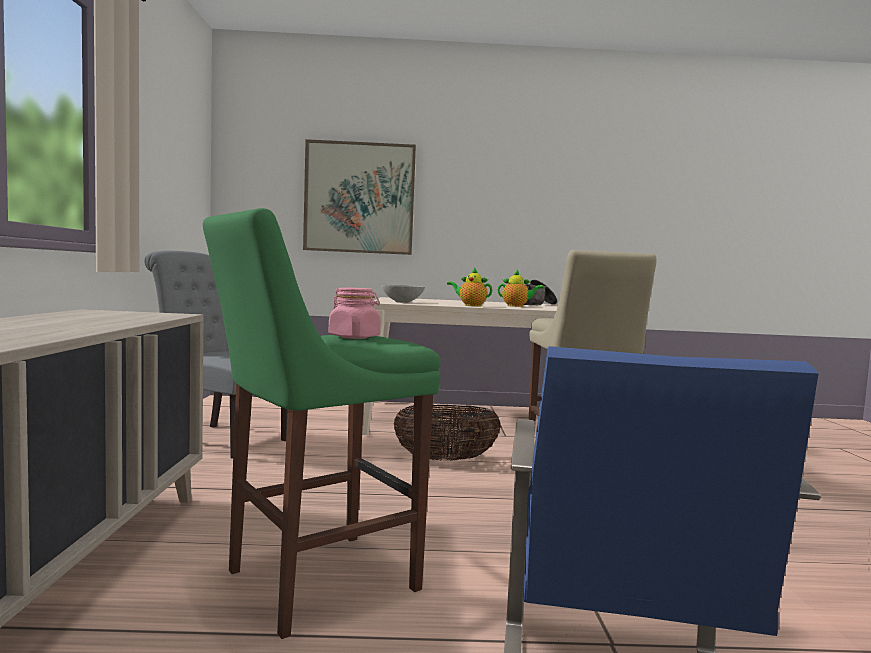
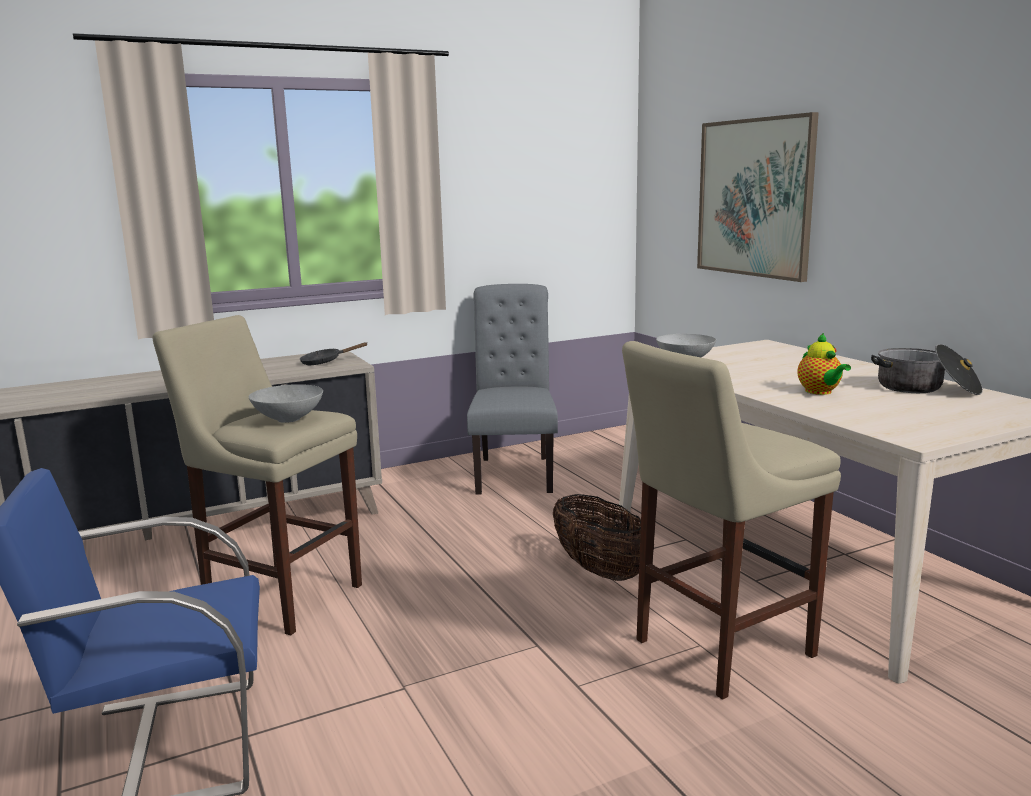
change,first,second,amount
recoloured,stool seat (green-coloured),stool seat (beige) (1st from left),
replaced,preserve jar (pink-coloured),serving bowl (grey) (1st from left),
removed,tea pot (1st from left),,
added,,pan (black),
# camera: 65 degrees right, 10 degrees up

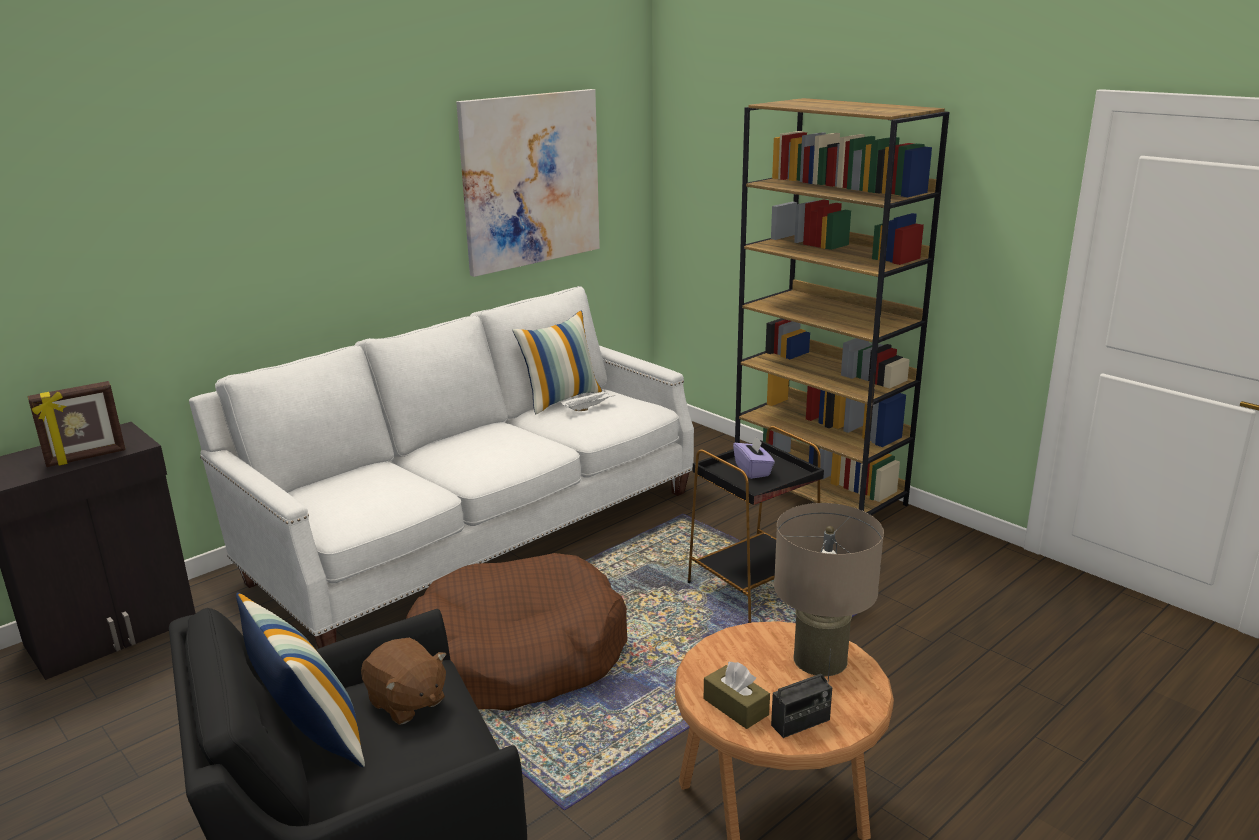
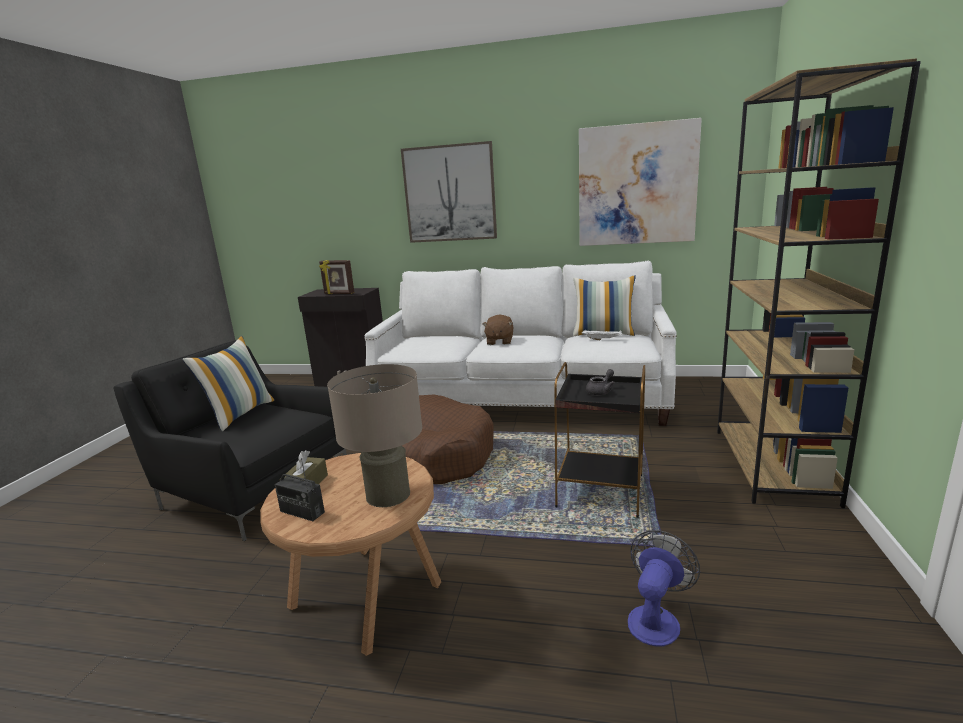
change,first,second,amount
moved,soft toy (brown-coloured),,
replaced,tissue box (purple-coloured),tea pot (grey),
added,,wall picture (1st from left),
added,,cooling fan,
# camera: 55 degrees right, 5 degrees down

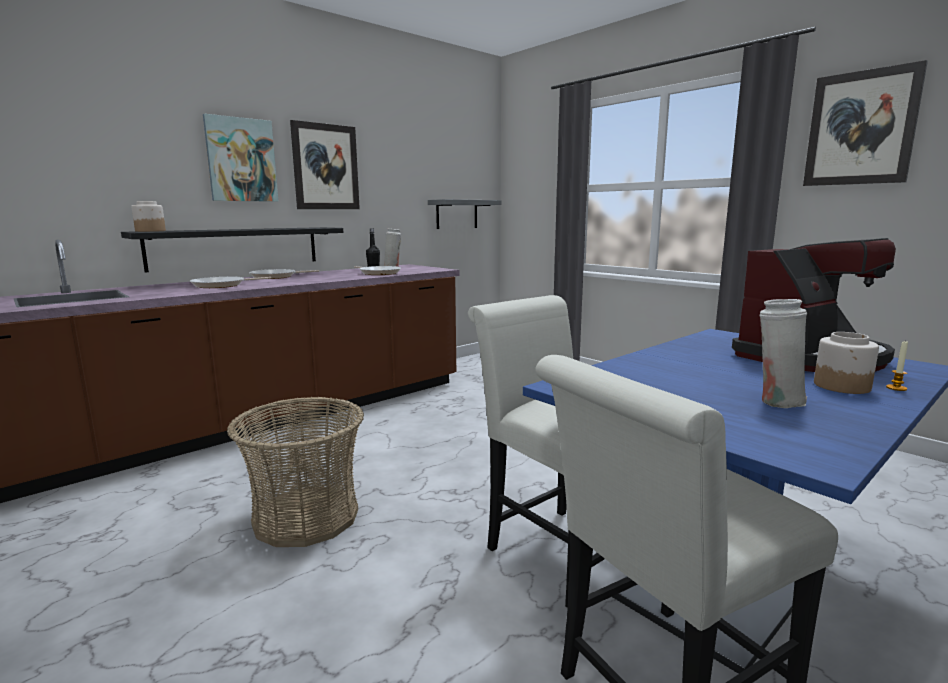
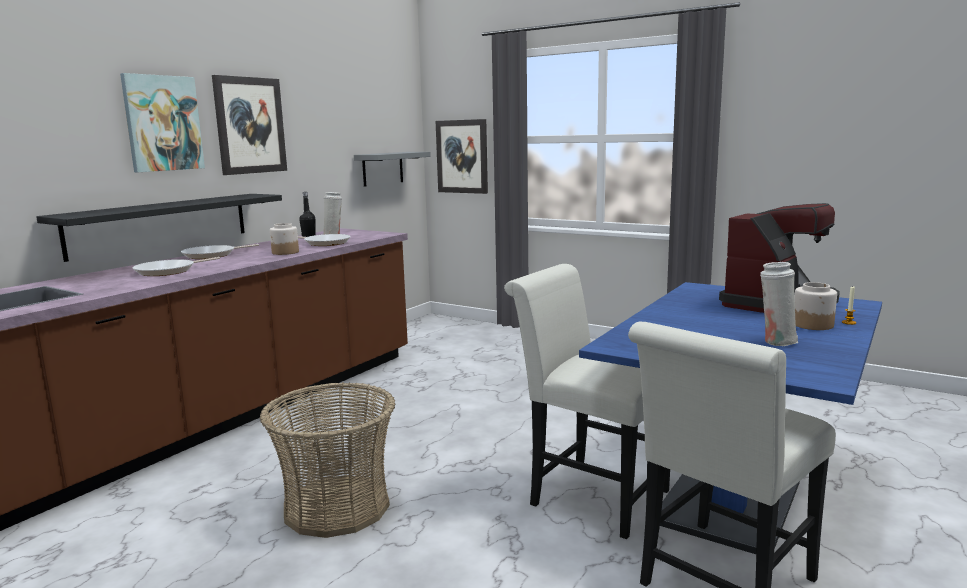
change,first,second,amount
moved,preserve jar (1st from left),,
moved,wall picture (3rd from left),,
# camera: 15 degrees left, 0 degrees up

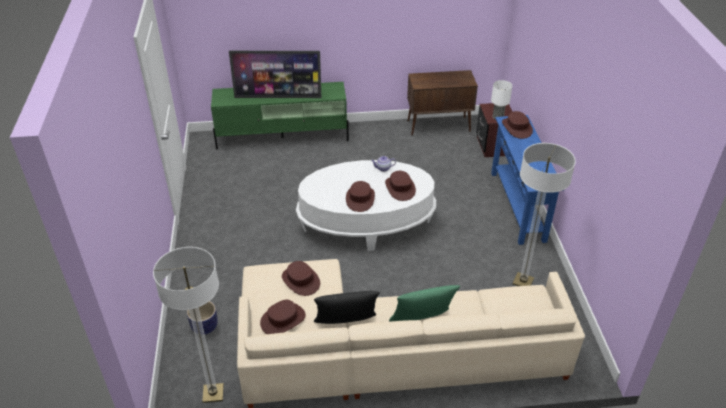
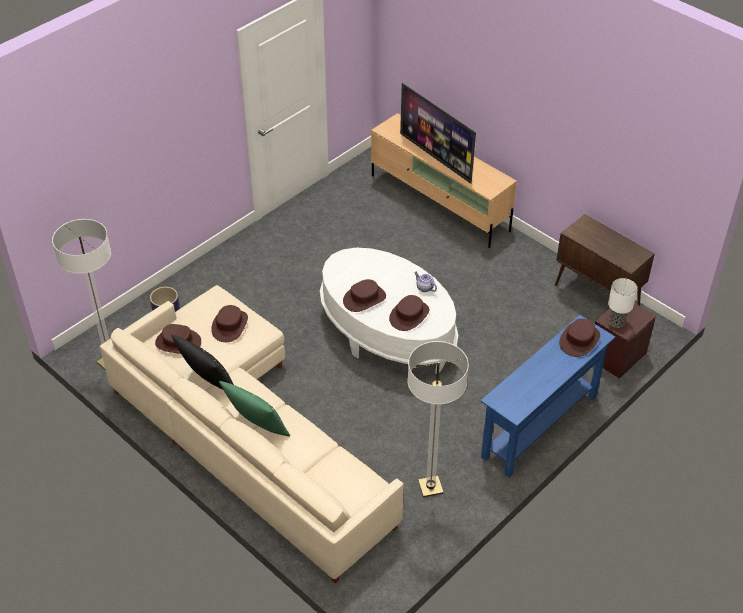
change,first,second,amount
recoloured,media console (green-coloured),media console (beige),
# camera: 50 degrees right, 5 degrees up

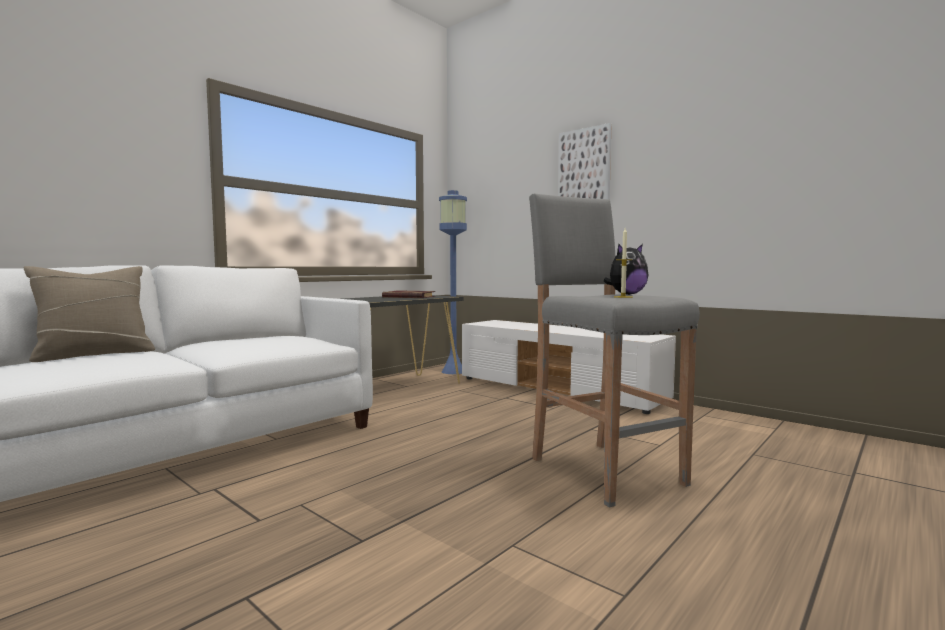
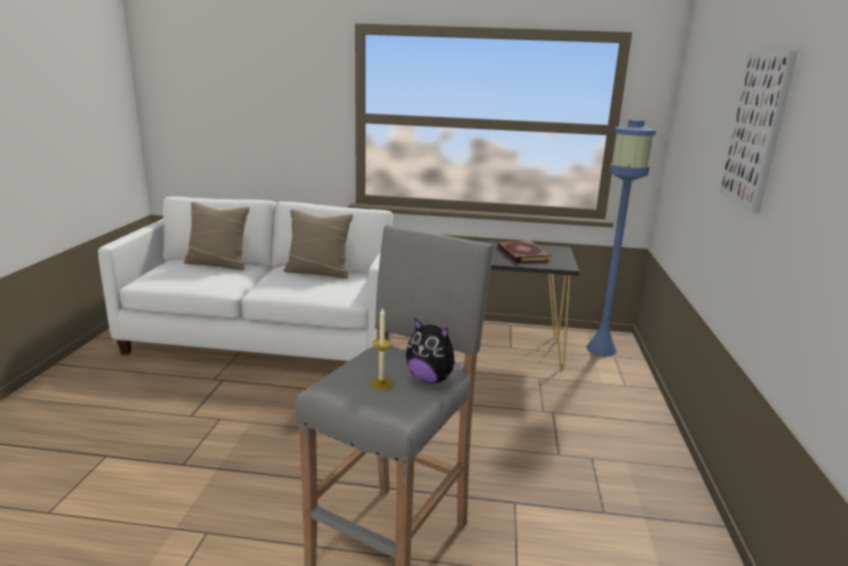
change,first,second,amount
removed,media console (white),,
added,,throw pillow (beige) (2nd from left),
# camera: 55 degrees right, 15 degrees up

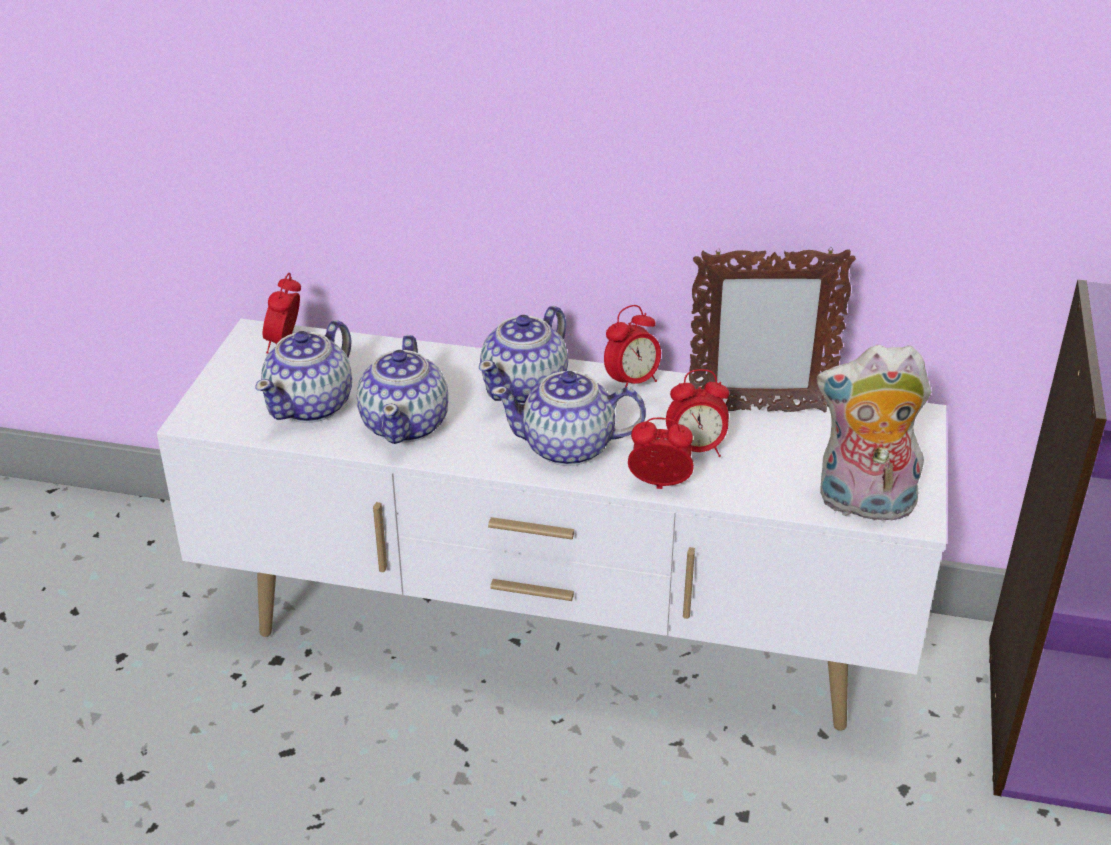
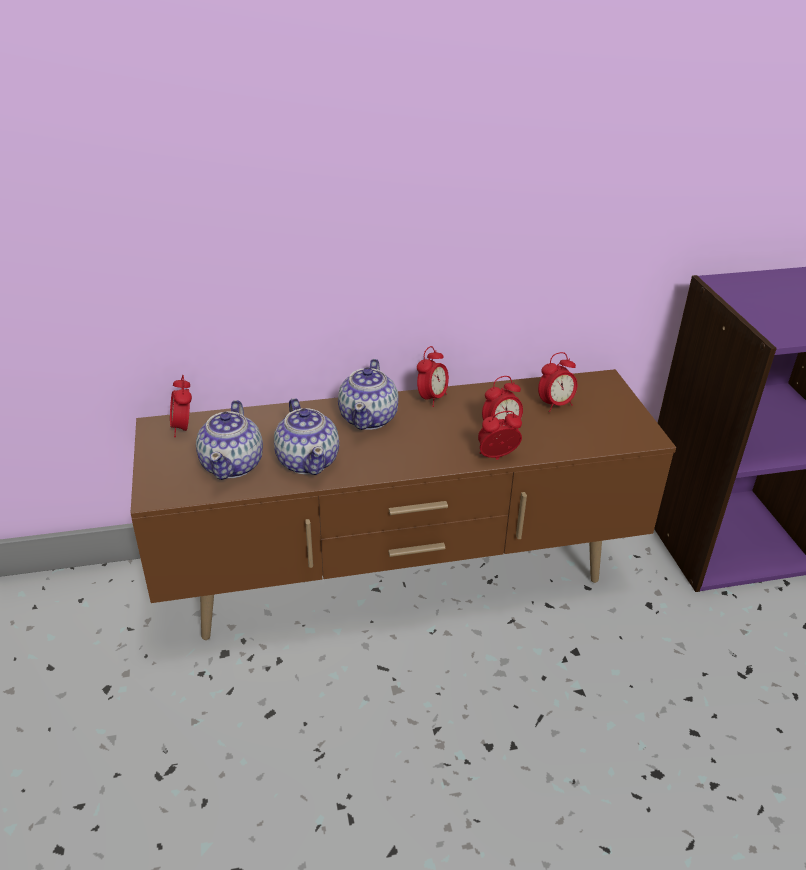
change,first,second,amount
recoloured,media console (white),media console (brown-coloured),
removed,tea pot (4th from left),,
removed,photo frame,,
removed,soft toy,,
added,,alarm clock (5th from left),
# camera: 25 degrees left, 0 degrees up

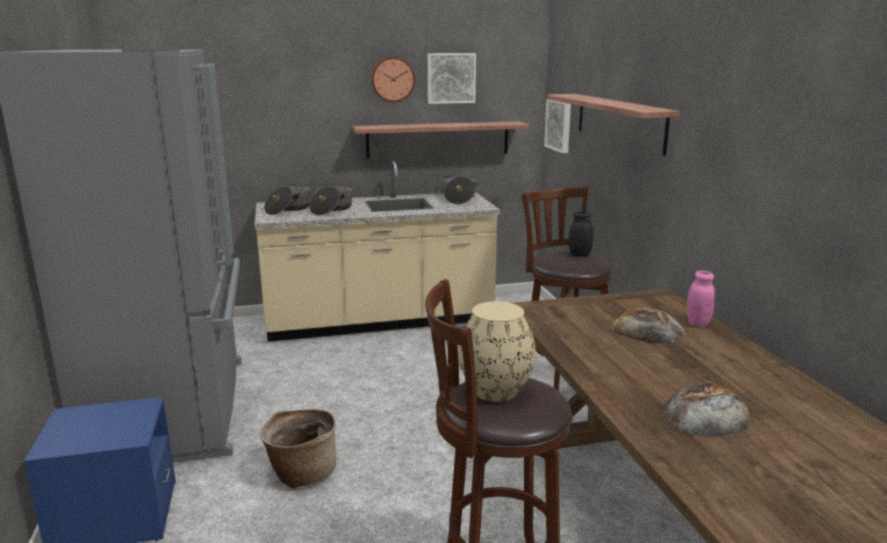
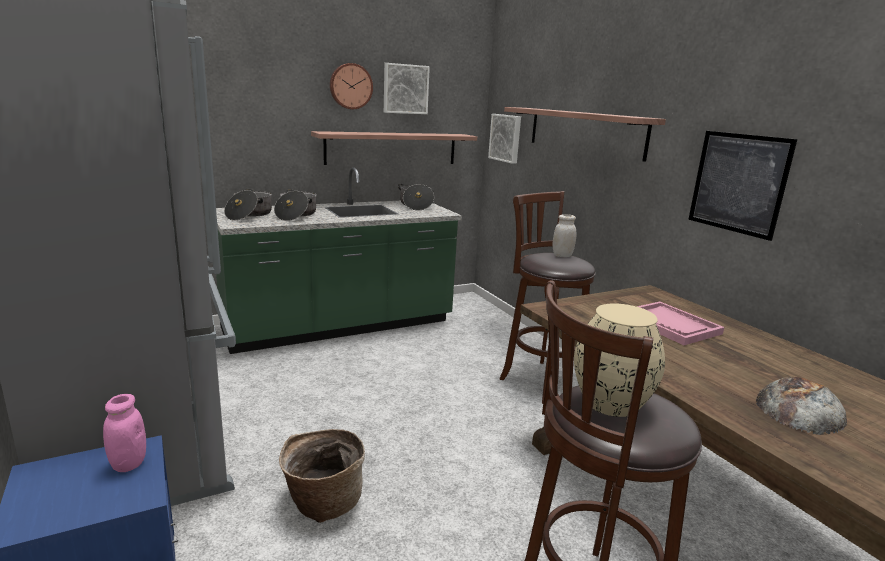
change,first,second,amount
recoloured,kitchen base unit (beige),kitchen base unit (green-coloured),
recoloured,preserve jar (black),preserve jar (white),
replaced,baked bread (1st from left),tray (pink-coloured),
moved,preserve jar (pink-coloured),,
added,,wall picture (3rd from left),
# camera: 15 degrees left, 0 degrees up

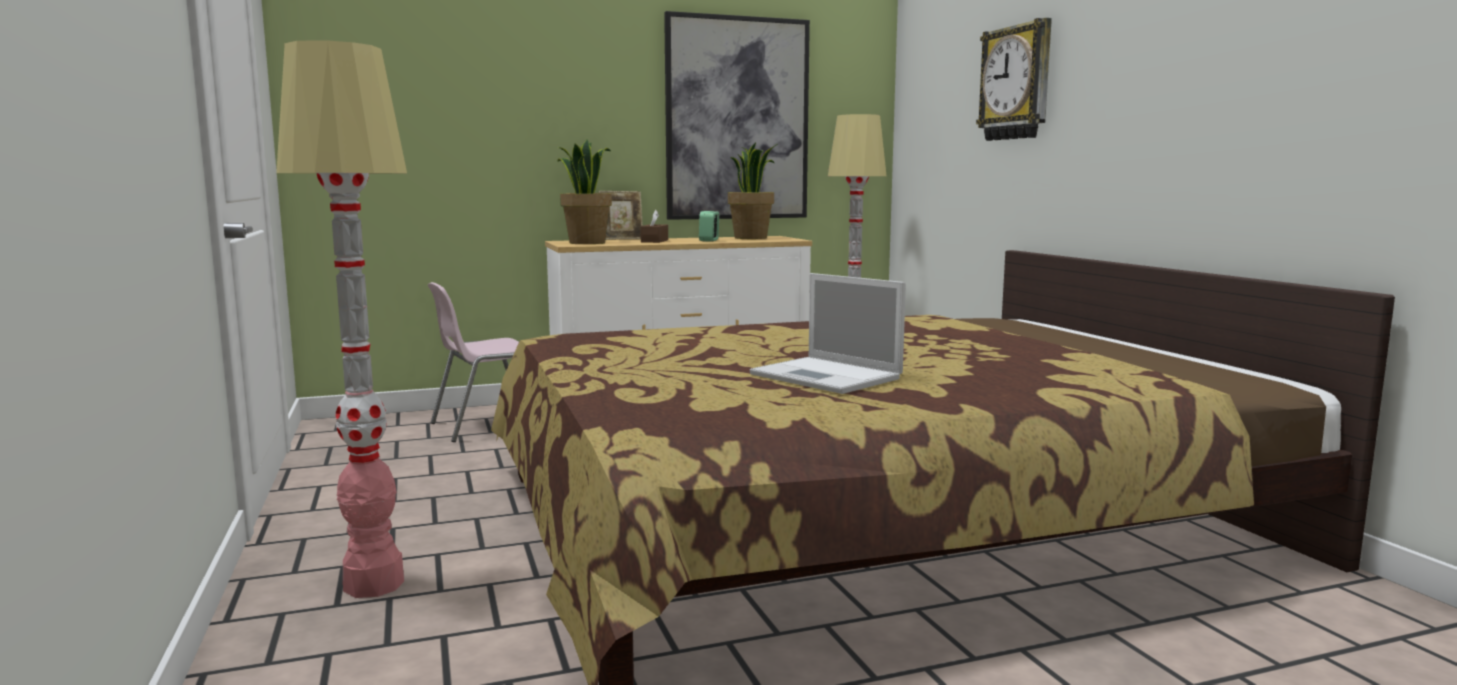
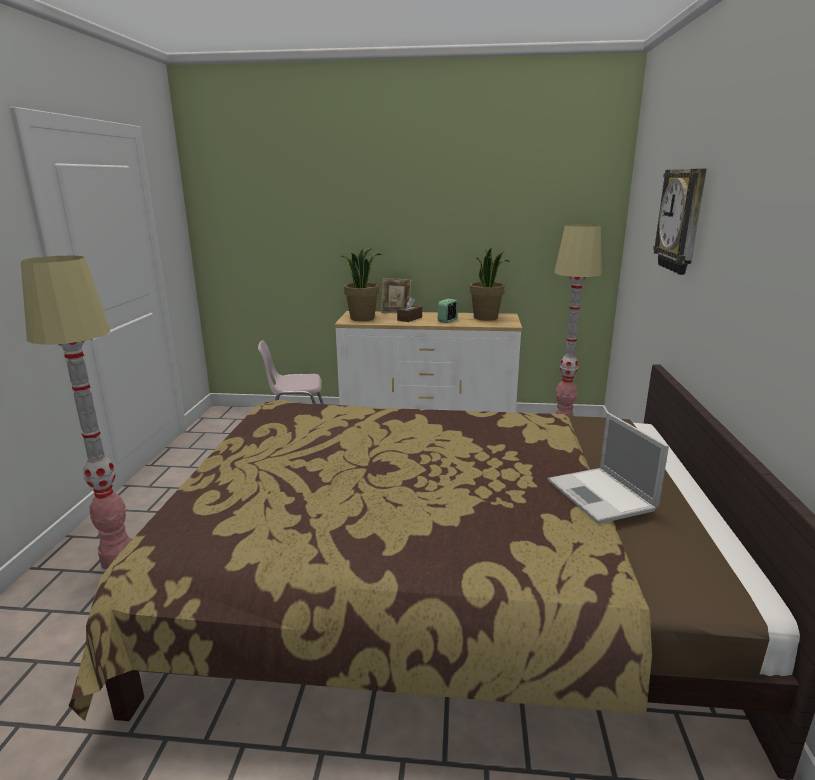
change,first,second,amount
removed,wall picture,,
moved,laptop,,
# camera: 25 degrees right, 10 degrees up

